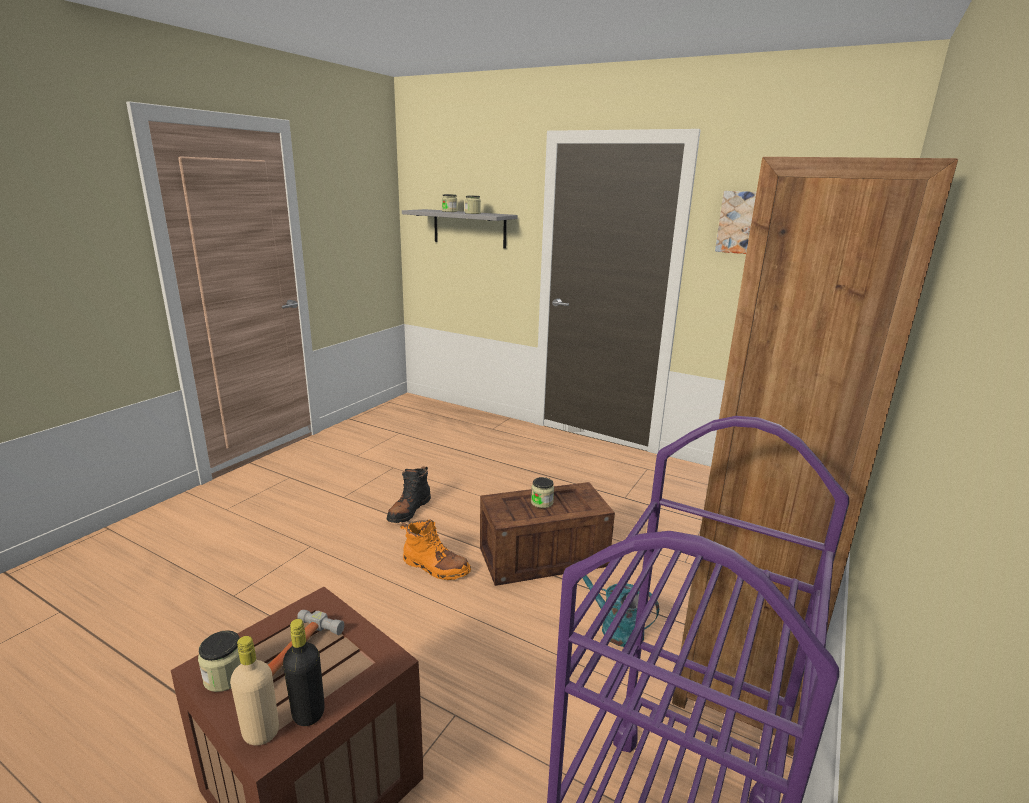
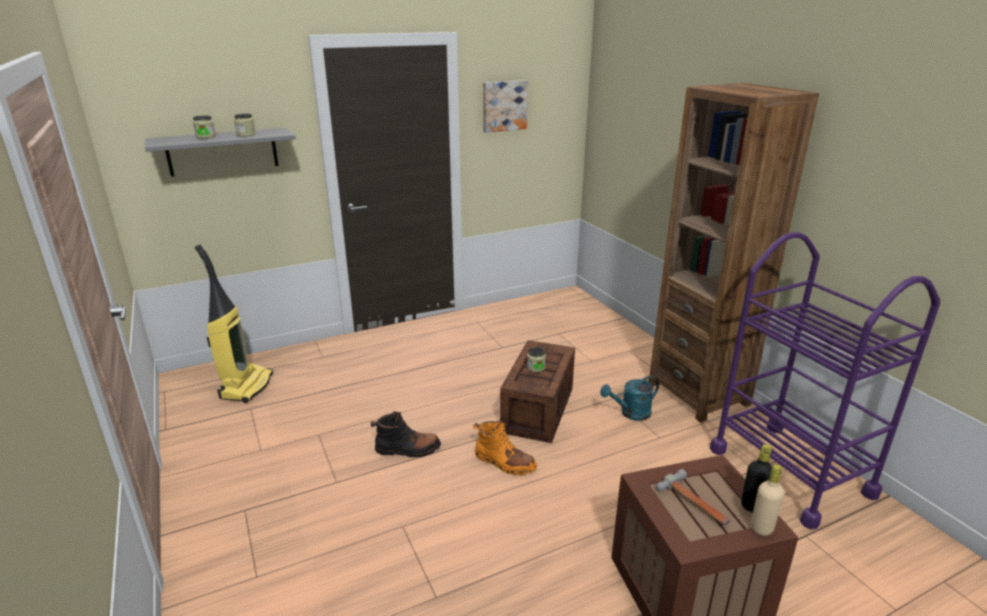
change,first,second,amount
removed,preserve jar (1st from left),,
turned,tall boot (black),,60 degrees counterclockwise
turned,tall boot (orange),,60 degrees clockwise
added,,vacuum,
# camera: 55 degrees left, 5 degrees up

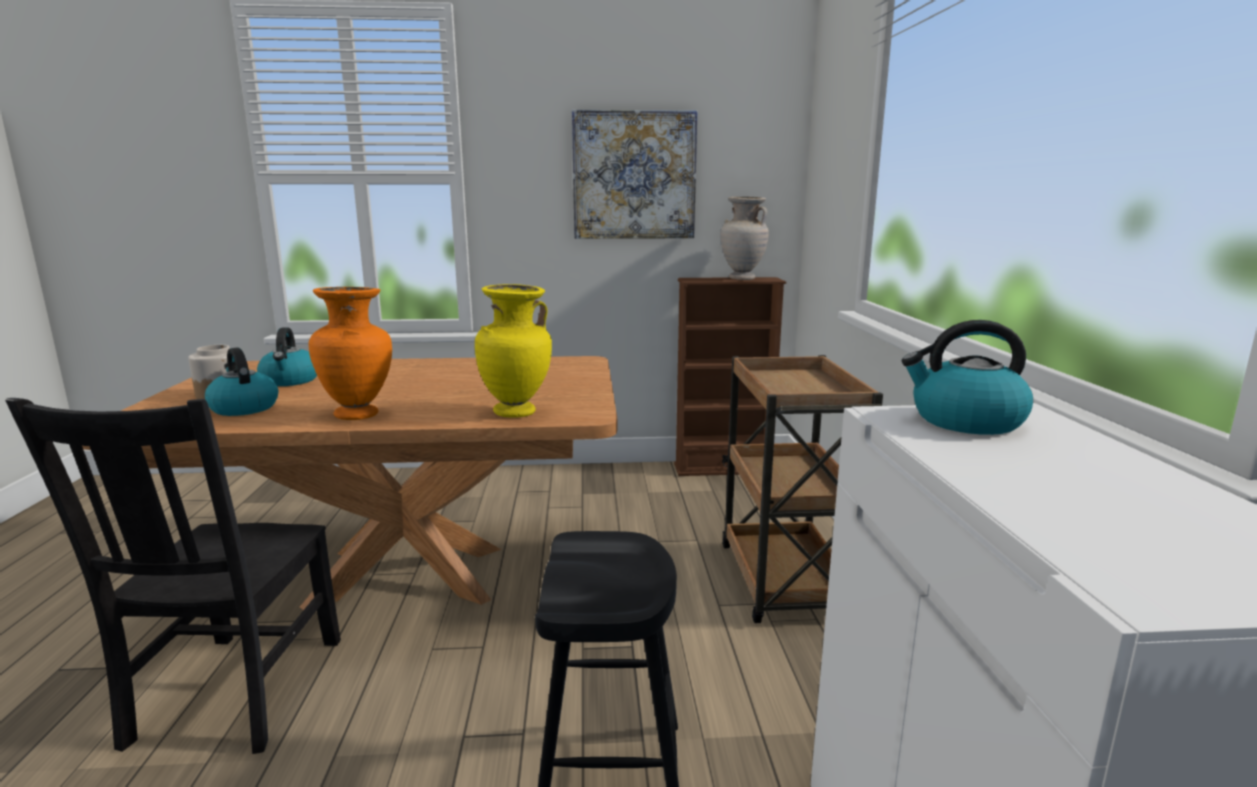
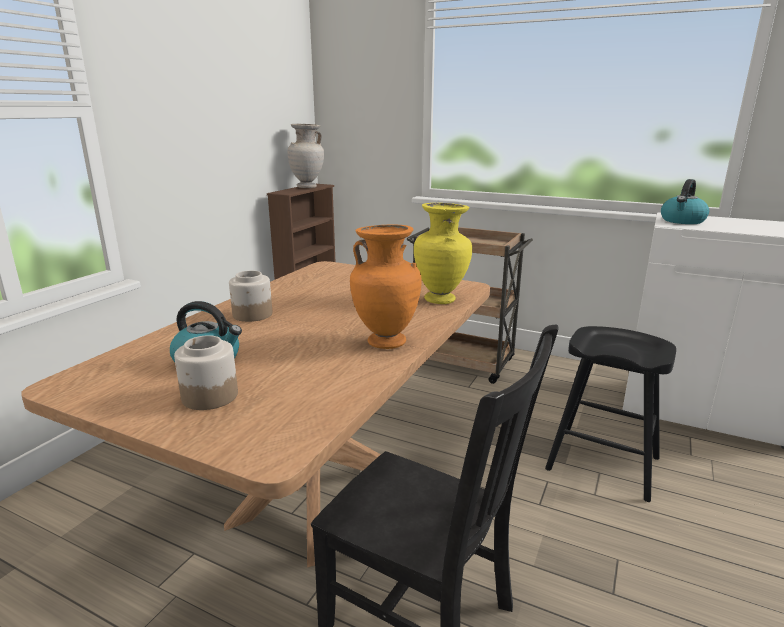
change,first,second,amount
removed,kettle (1st from left),,
removed,wall picture,,
added,,preserve jar (2nd from left),
# camera: 60 degrees left, 5 degrees up

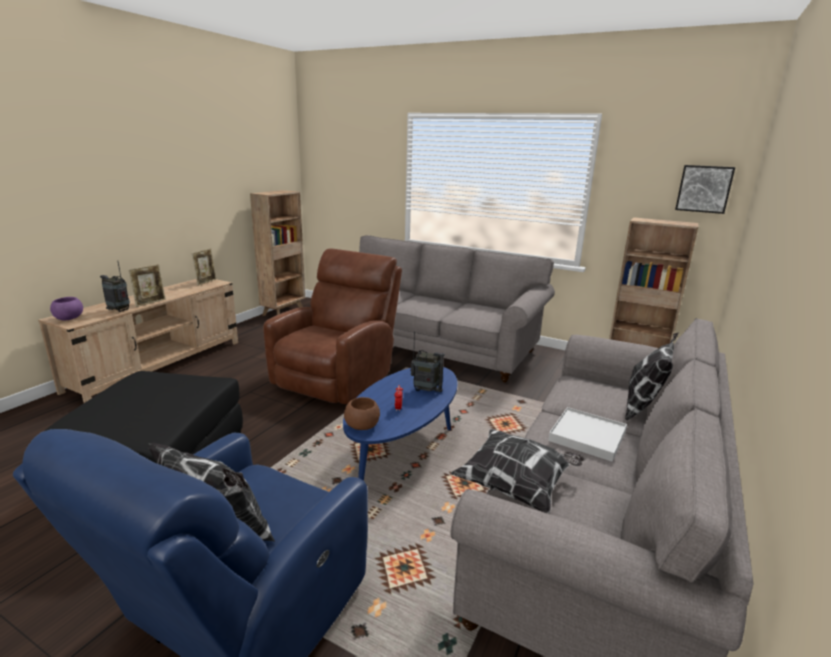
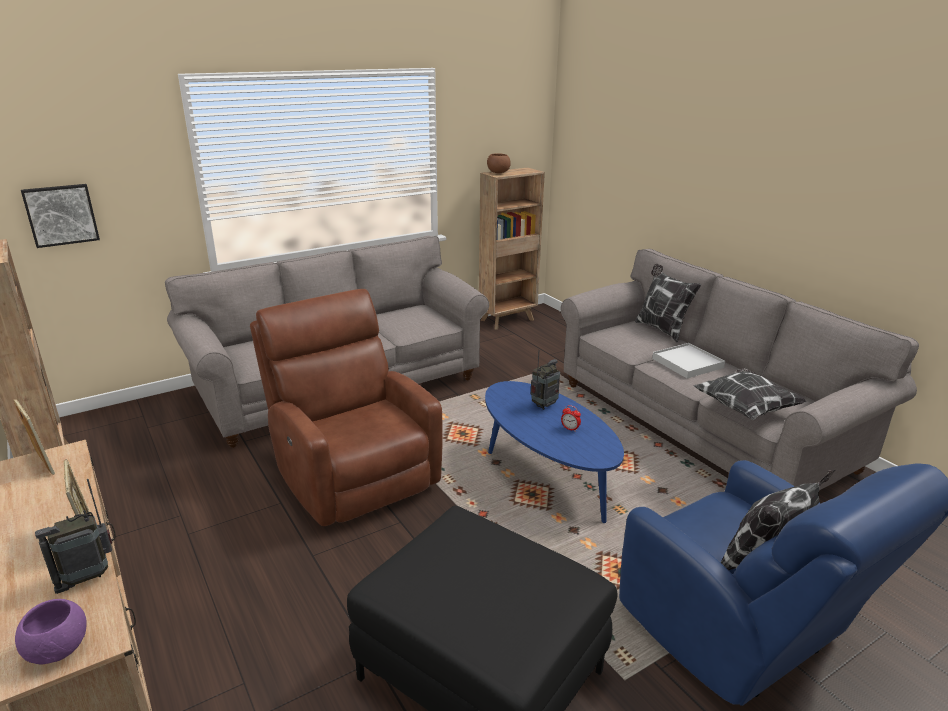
change,first,second,amount
moved,serving bowl (brown-coloured),,
moved,wall picture,,
# camera: 60 degrees left, 5 degrees up

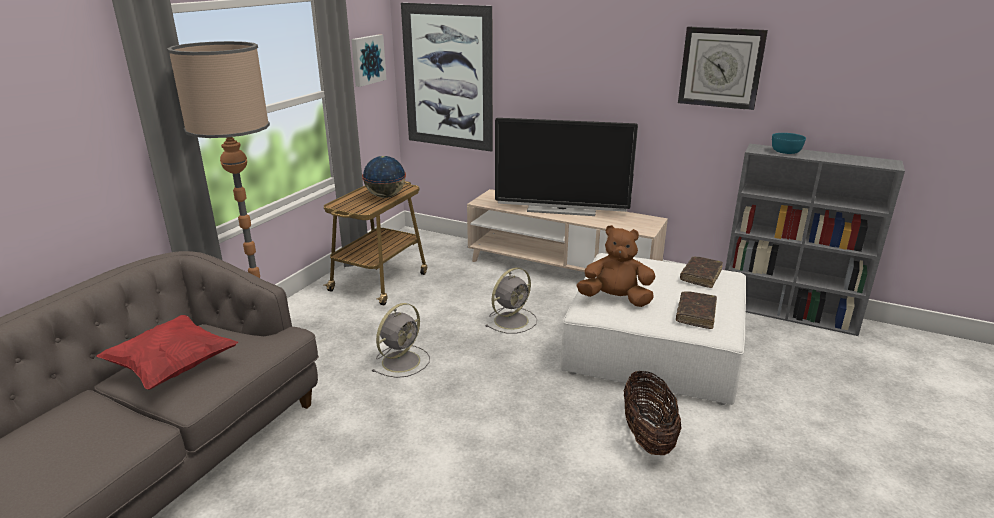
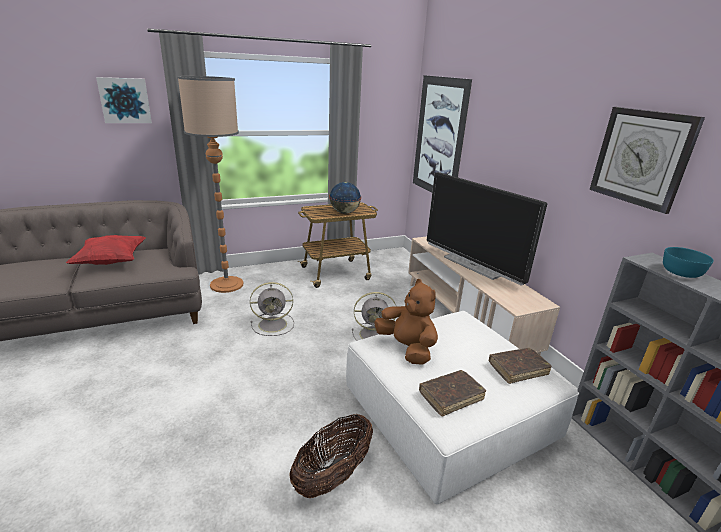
change,first,second,amount
moved,wall picture (1st from left),,
# camera: 40 degrees right, 0 degrees up

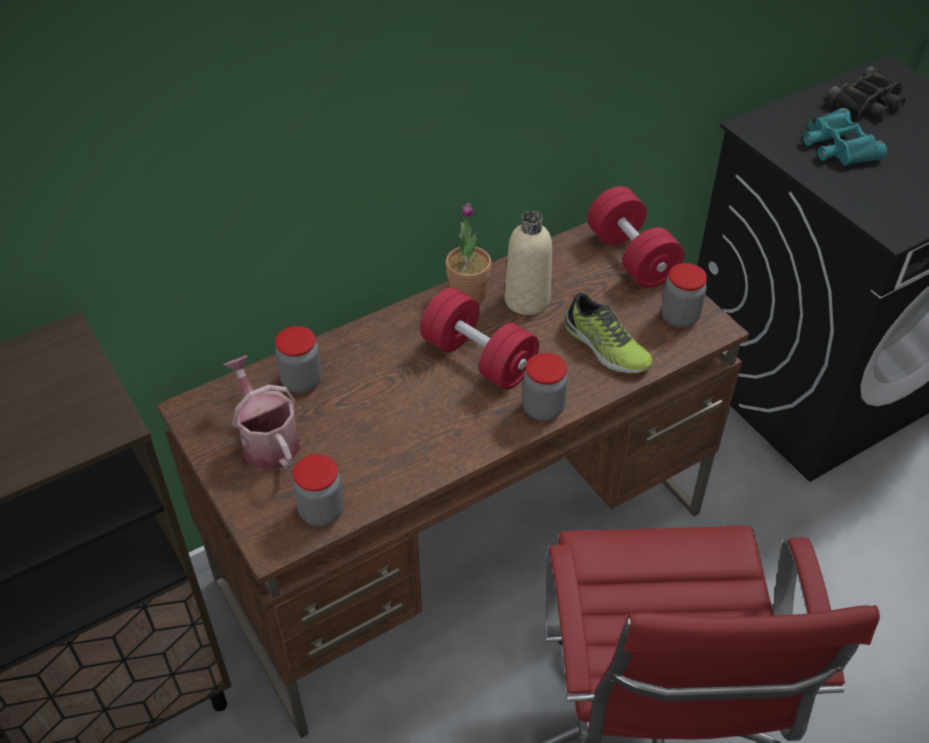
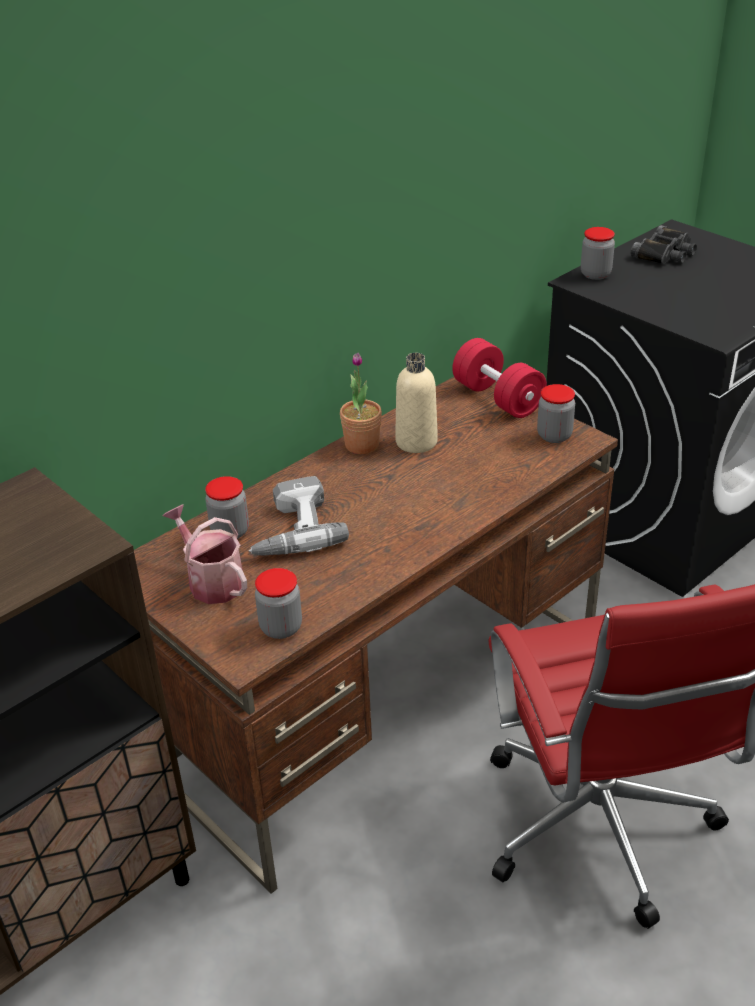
change,first,second,amount
removed,dumbbell (red) (1st from left),,
moved,preserve jar (3rd from left in the first image),preserve jar (4th from left),
removed,item of footwear,,
removed,binoculars (turquoise-coloured),,
added,,drill,
# camera: 10 degrees left, 10 degrees down

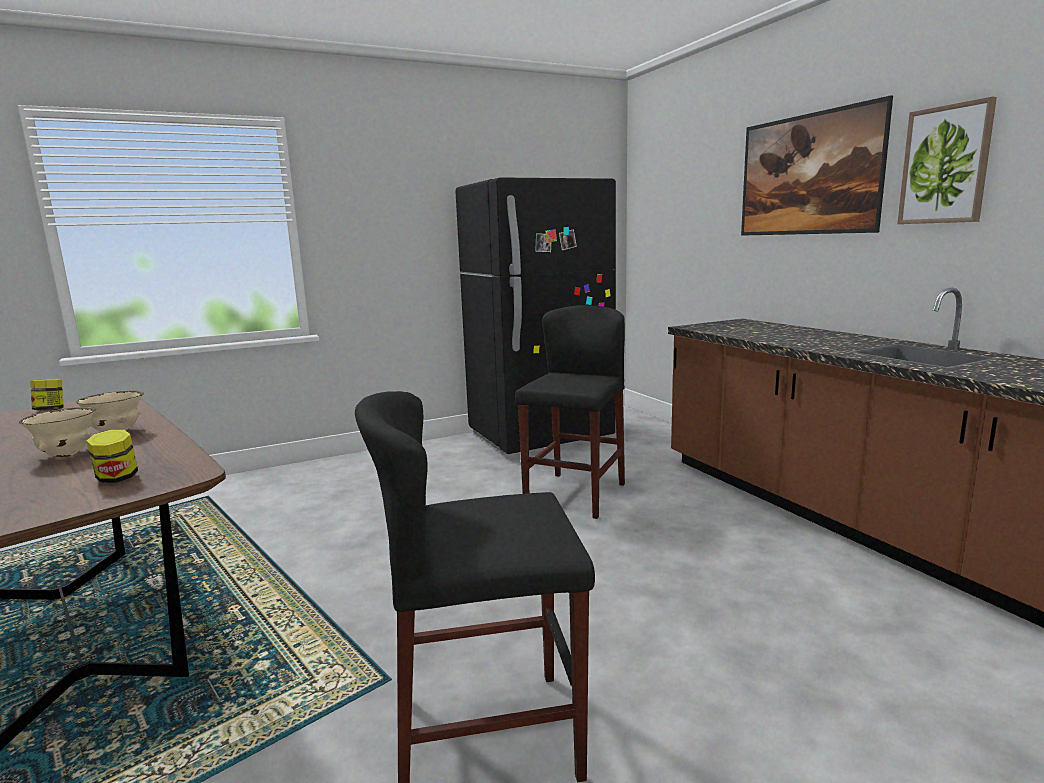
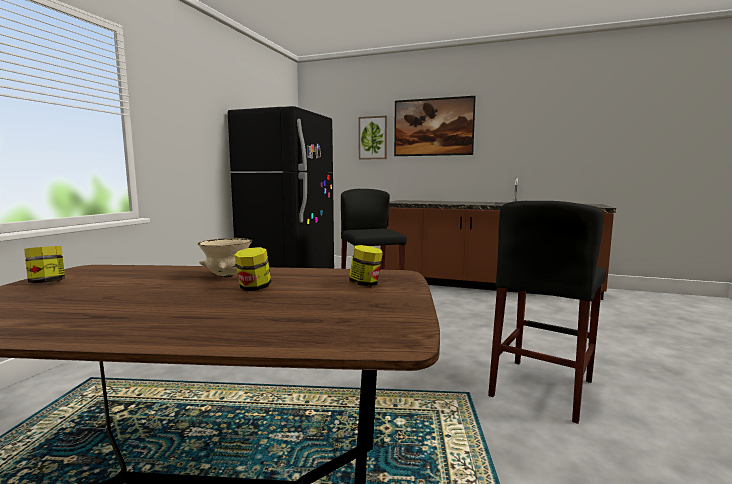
change,first,second,amount
replaced,serving bowl (beige) (1st from left),preserve jar (2nd from left),
moved,wall picture (2nd from left in the first image),wall picture (1st from left),
# camera: 45 degrees left, 5 degrees down

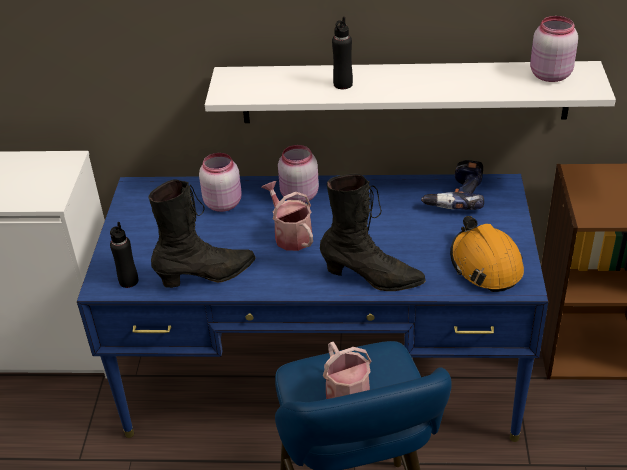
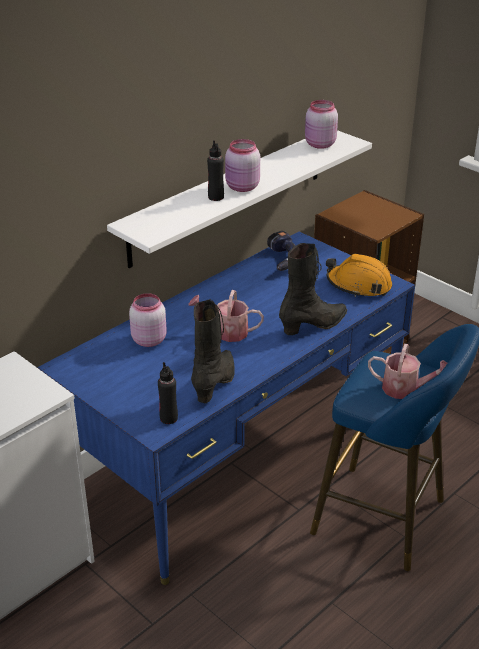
change,first,second,amount
moved,preserve jar (pink-coloured) (2nd from left),,
# camera: 50 degrees left, 5 degrees down

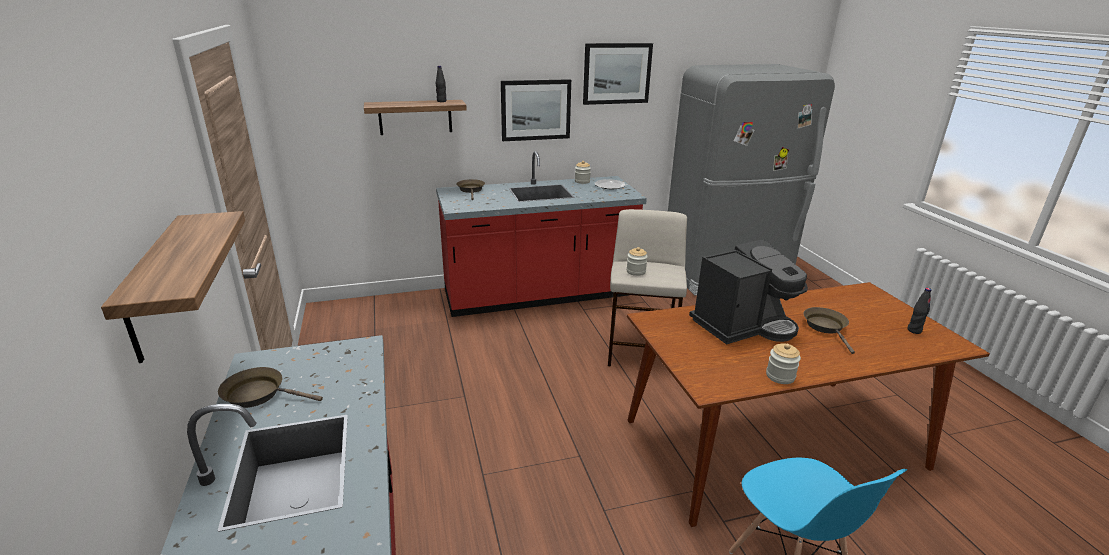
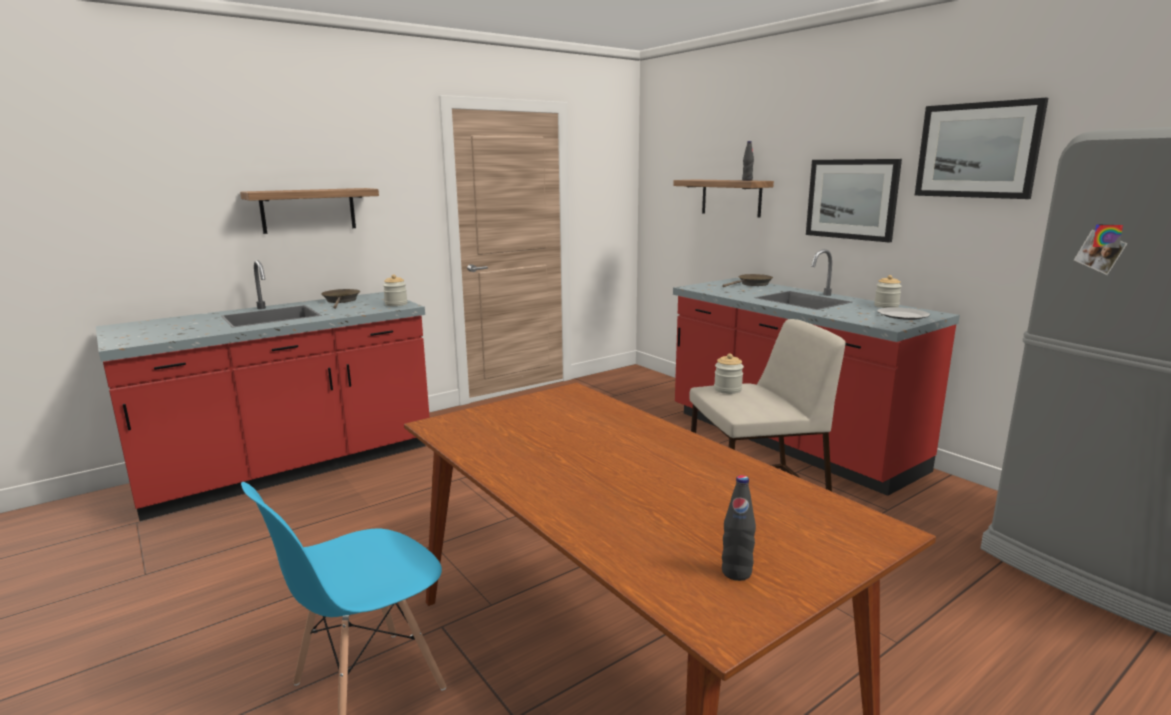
change,first,second,amount
removed,coffee brewer,,
moved,preserve jar (3rd from left in the first image),preserve jar (1st from left),
removed,pan (brown-coloured) (3rd from left),,
# camera: 70 degrees right, 10 degrees down

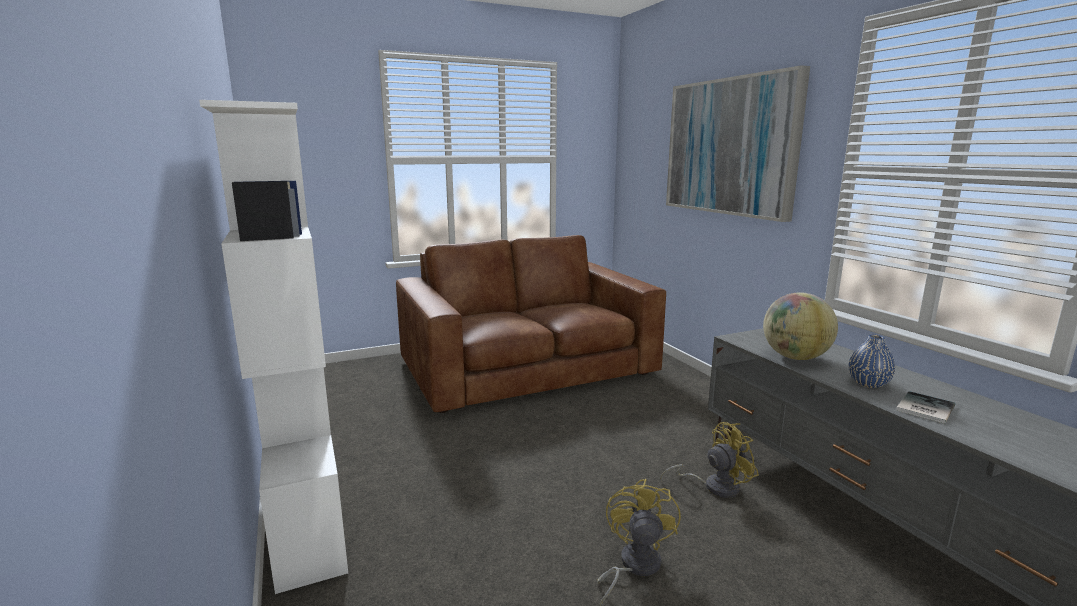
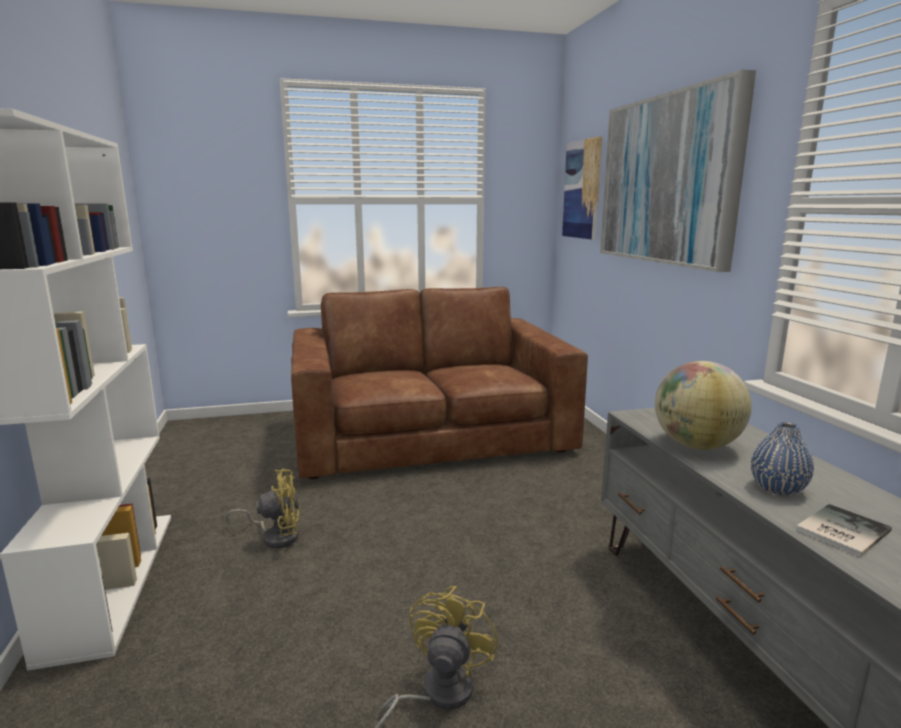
change,first,second,amount
moved,cooling fan (yellow-coloured) (2nd from left in the first image),cooling fan (yellow-coloured) (1st from left),
added,,wall picture (1st from left),
# camera: 10 degrees right, 0 degrees up

